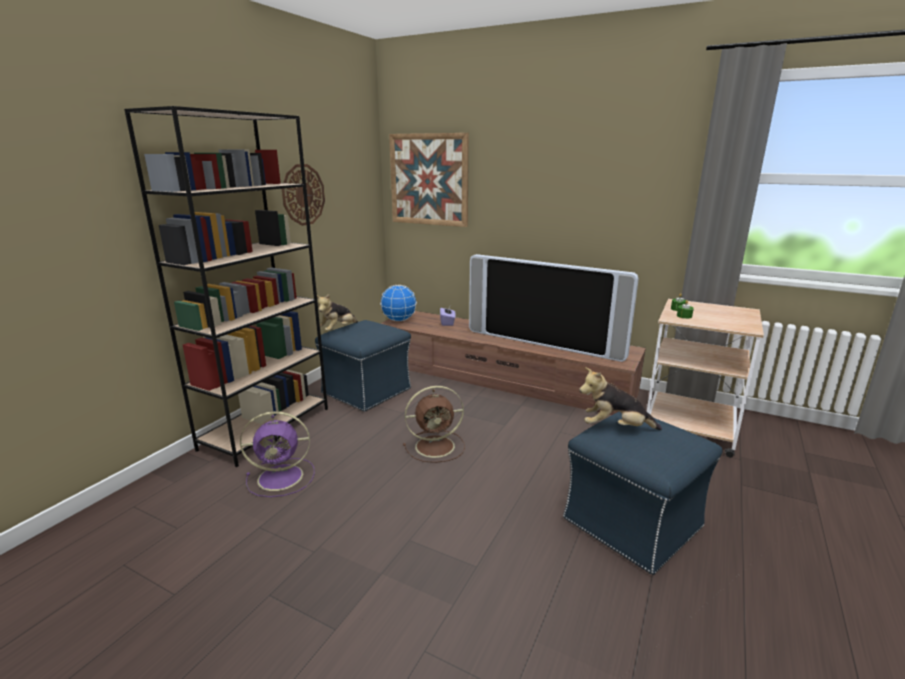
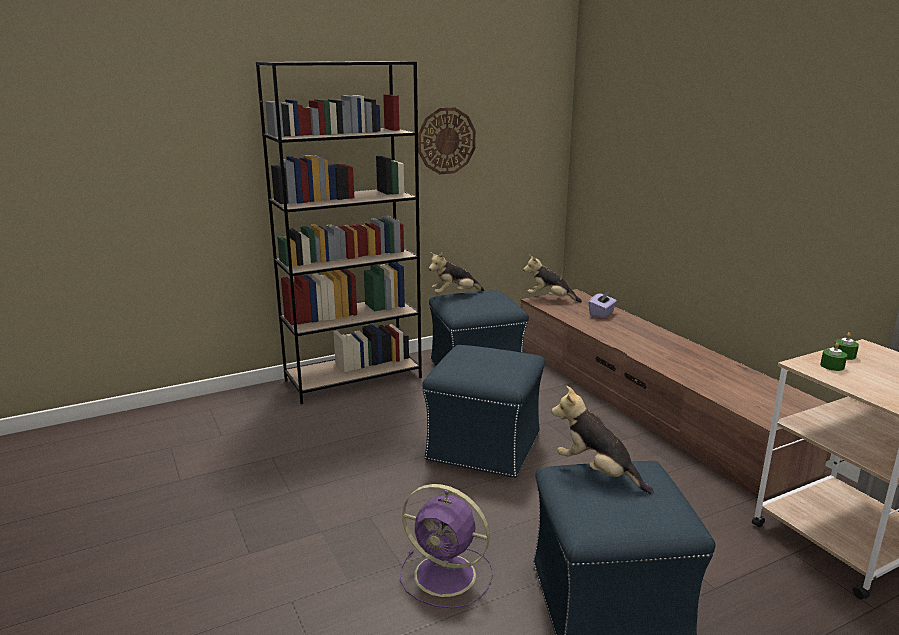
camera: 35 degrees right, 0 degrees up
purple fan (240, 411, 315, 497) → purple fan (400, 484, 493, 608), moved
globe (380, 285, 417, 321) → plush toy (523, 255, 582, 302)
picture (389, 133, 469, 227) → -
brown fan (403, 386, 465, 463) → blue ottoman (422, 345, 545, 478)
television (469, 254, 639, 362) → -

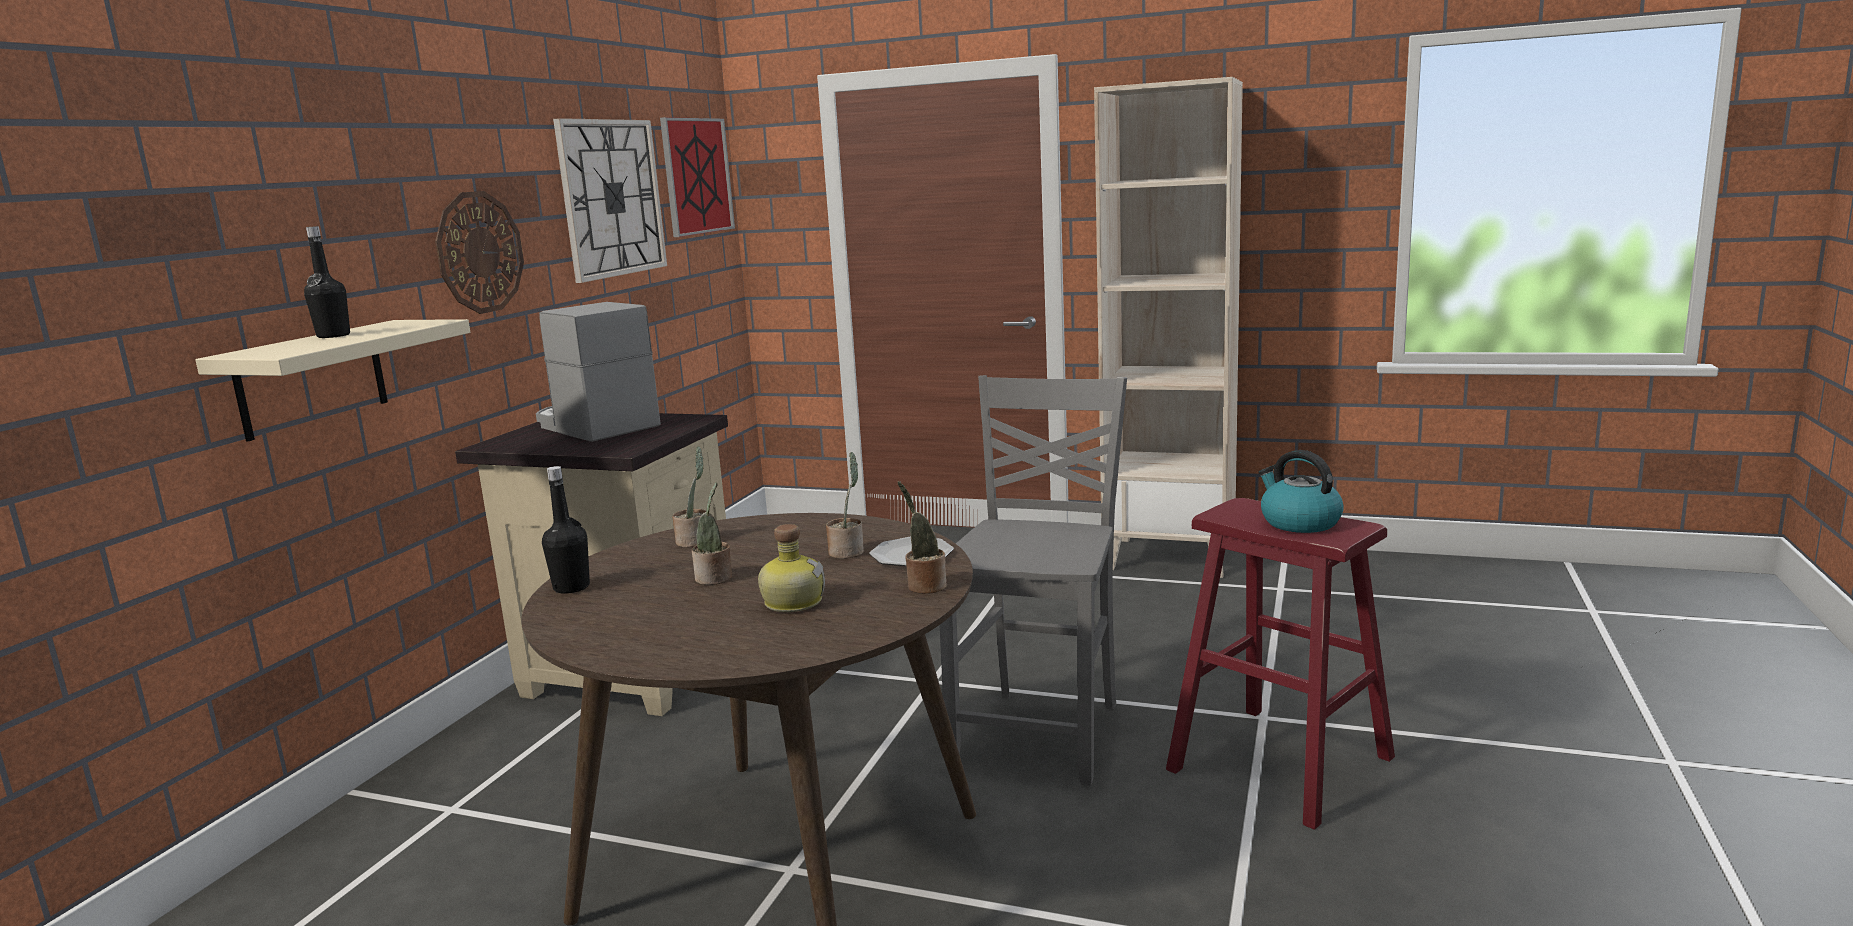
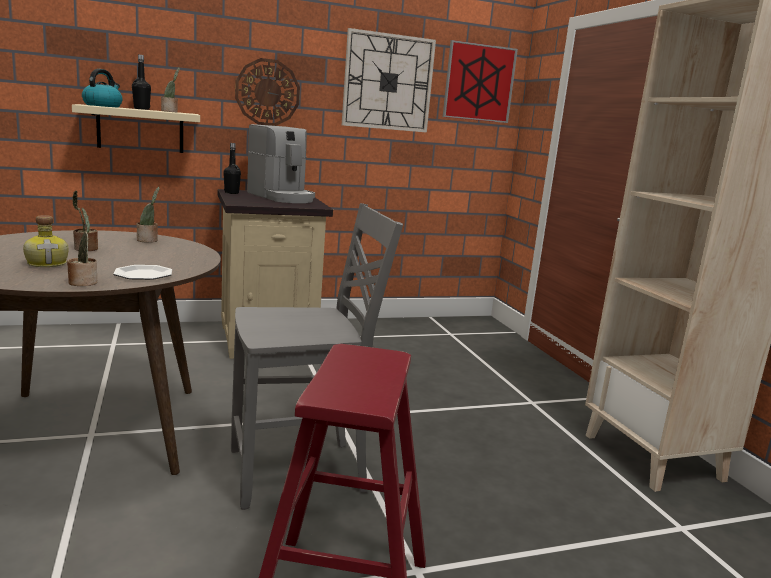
camera: 50 degrees right, 0 degrees up
coffee machine (536, 302, 661, 442) → coffee machine (247, 124, 315, 203), 135 degrees clockwise
black bottle (542, 466, 590, 594) → black bottle (223, 143, 241, 194), moved
potted plant (826, 452, 864, 559) → potted plant (161, 67, 180, 112), moved
kettle (1258, 450, 1344, 533) → kettle (82, 69, 122, 107), moved

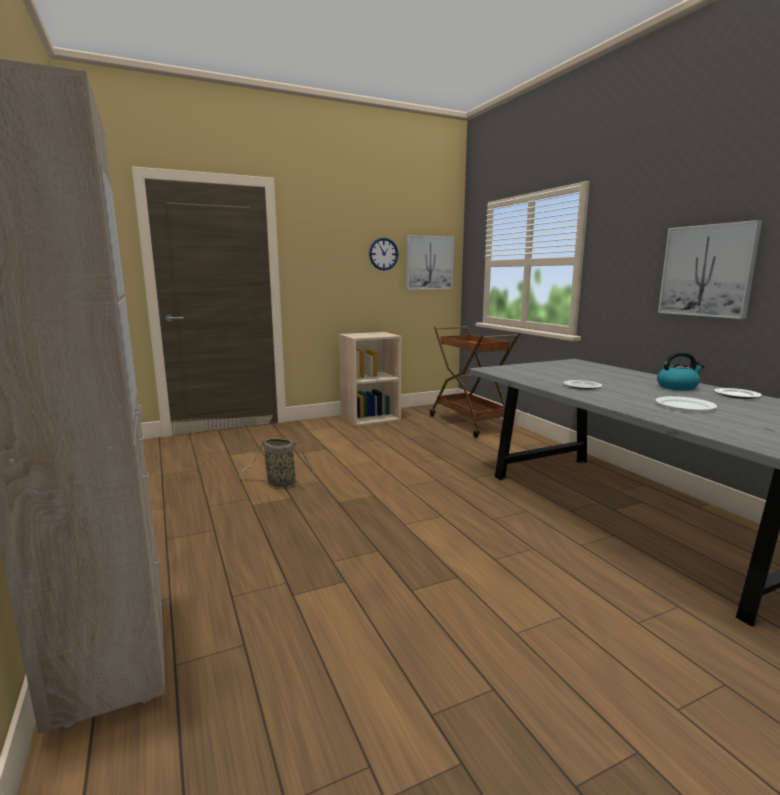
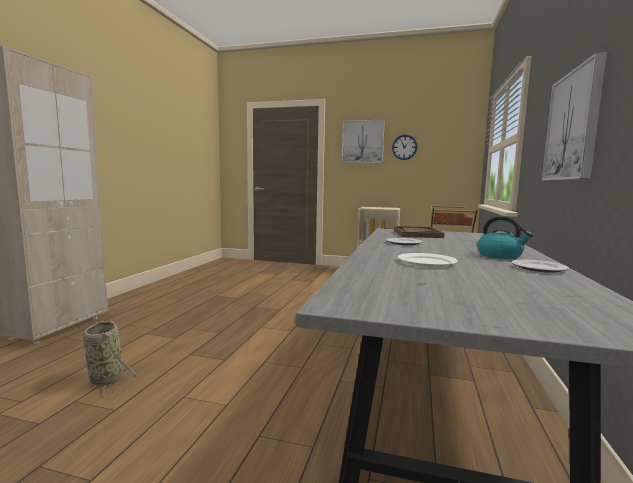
camera: 40 degrees right, 5 degrees down
basket (239, 438, 313, 487) → basket (83, 321, 138, 393), moved
picture (406, 235, 454, 289) → picture (342, 120, 385, 163), moved
- → brown tray (394, 226, 445, 238)

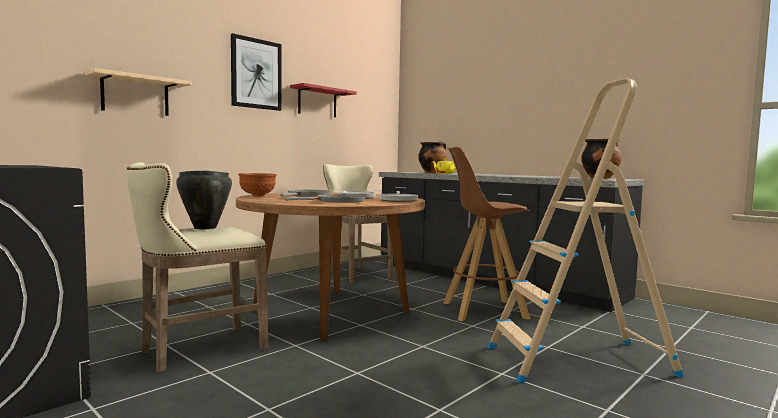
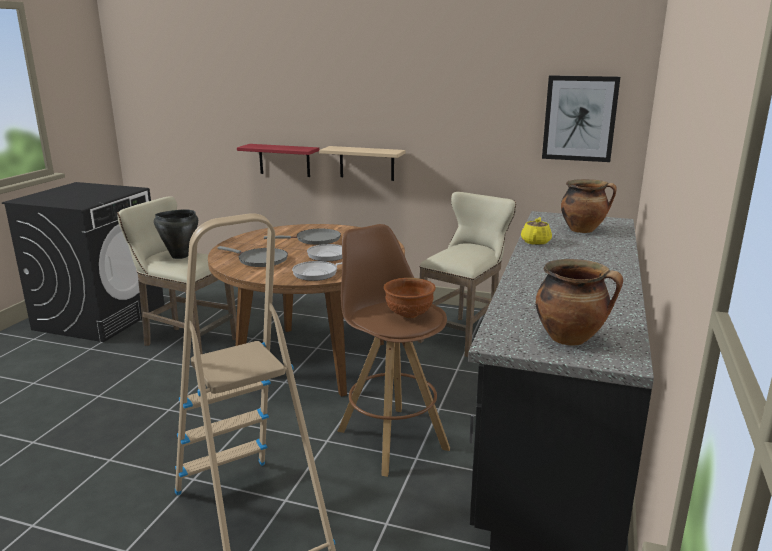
camera: 65 degrees right, 15 degrees up
beige shelf (85, 68, 192, 116) → beige shelf (319, 146, 405, 181), moved
picture (231, 33, 282, 111) → picture (542, 75, 620, 162), moved
brown bowl (238, 173, 277, 197) → brown bowl (384, 278, 436, 318), moved
red shelf (290, 83, 357, 117) → red shelf (237, 144, 319, 177), moved

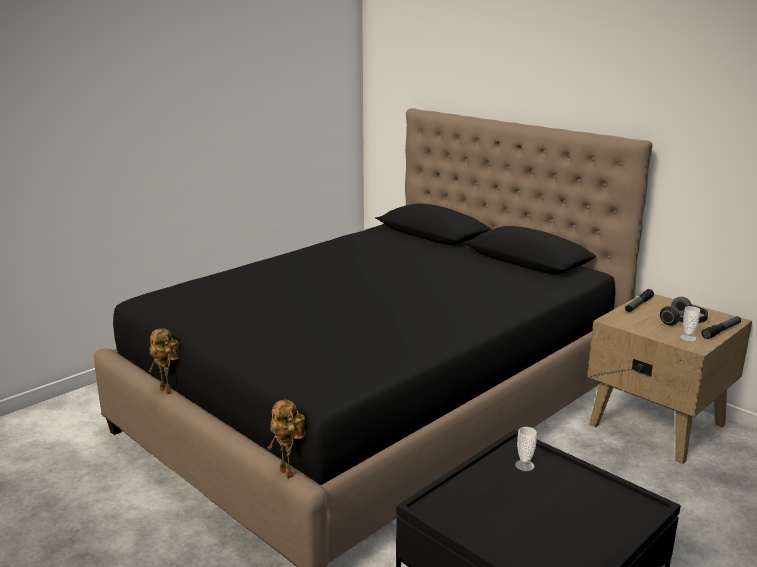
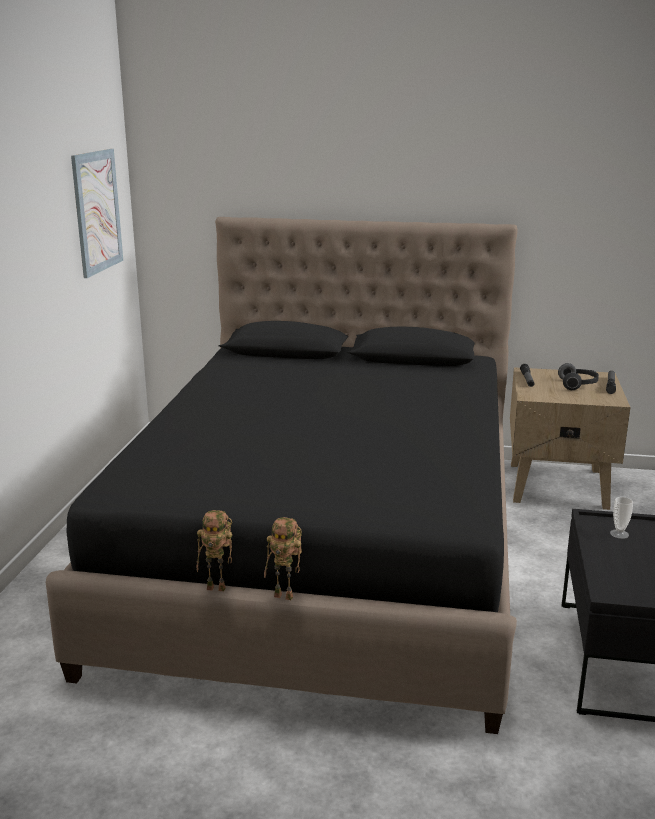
camera: 35 degrees left, 0 degrees up
toy robot (268, 400, 305, 478) → toy robot (264, 517, 302, 600), moved
cup (680, 306, 700, 341) → -
- → picture (71, 149, 123, 278)

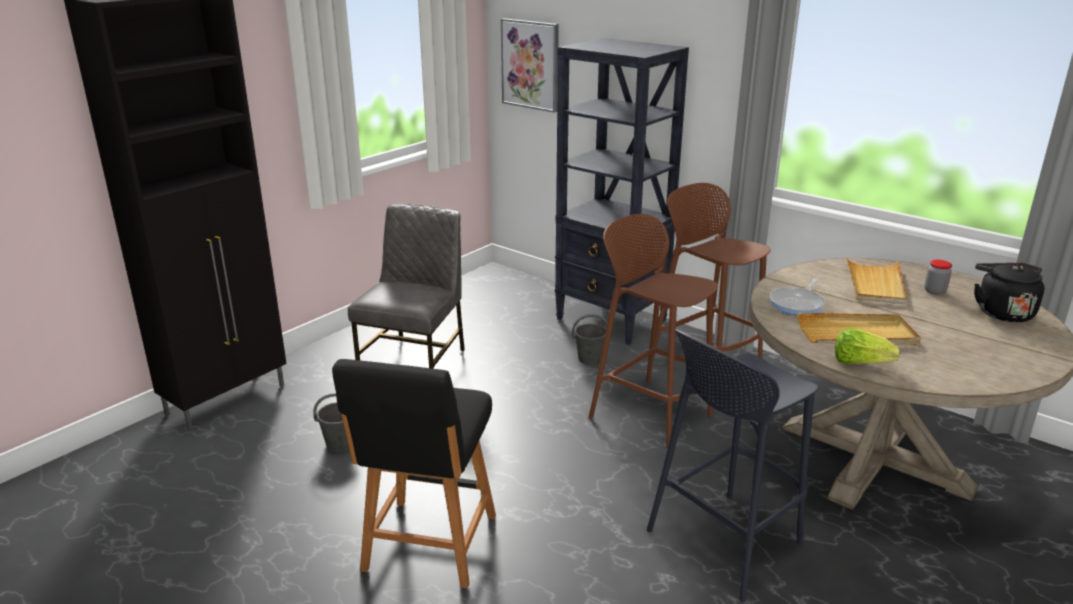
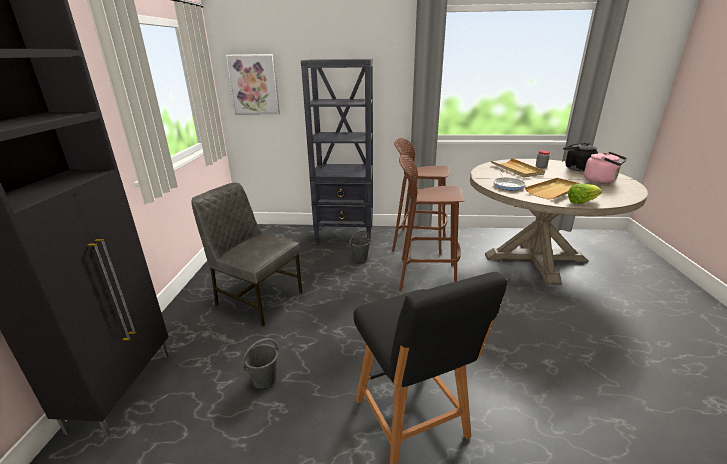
camera: 35 degrees left, 0 degrees up
grey chair (348, 204, 465, 369) → grey chair (192, 183, 302, 326), 45 degrees counterclockwise
grey stool (647, 329, 818, 602) → -
- → pink kettle (584, 152, 627, 183)

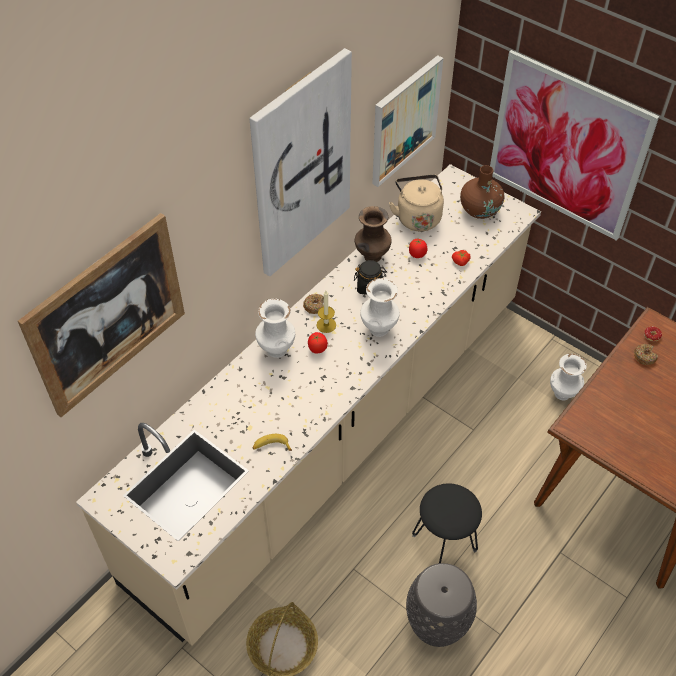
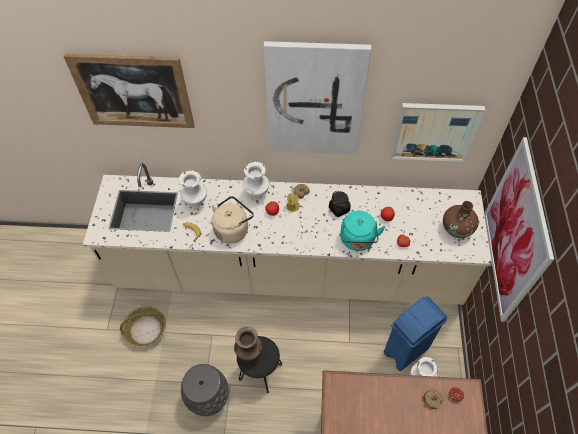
camera: 55 degrees right, 5 degrees up
brown vase (355, 206, 392, 262) → brown vase (234, 327, 262, 361), moved
white vase (360, 278, 400, 337) → white vase (179, 170, 207, 208), moved
beige kettle (389, 174, 444, 231) → beige kettle (212, 196, 254, 244), moved
- → turquoise kettle (340, 211, 386, 251)
- → blue trash can (384, 297, 448, 371)

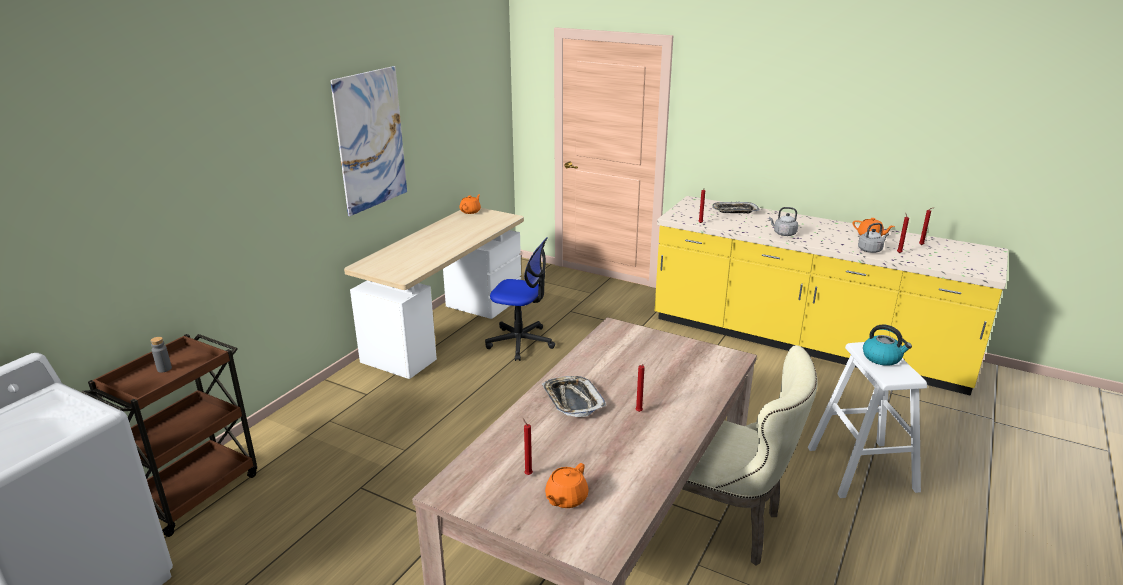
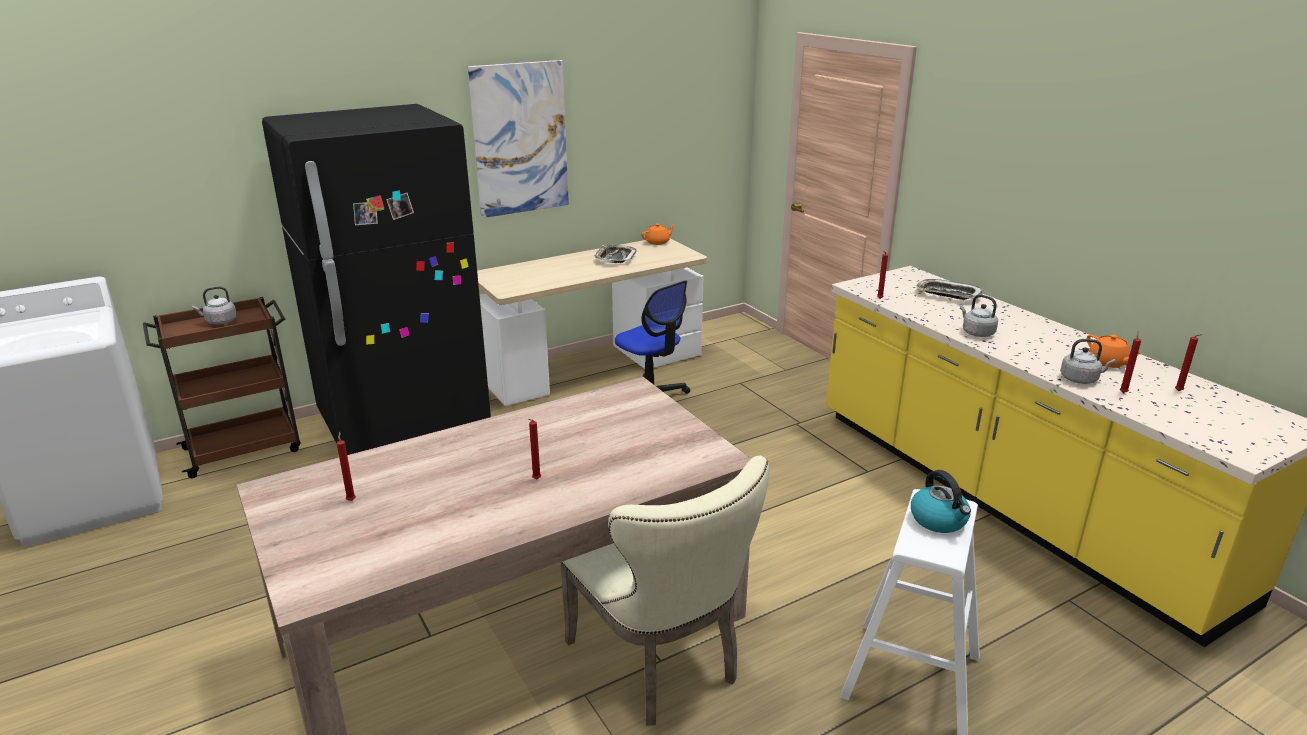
camera: 30 degrees right, 0 degrees up
grey bottle (150, 337, 172, 373) → grey kettle (192, 286, 237, 325)
tray (542, 376, 606, 417) → tray (595, 245, 636, 263), moved
orange teapot (545, 463, 589, 508) → -
- → black fridge (262, 104, 491, 455)

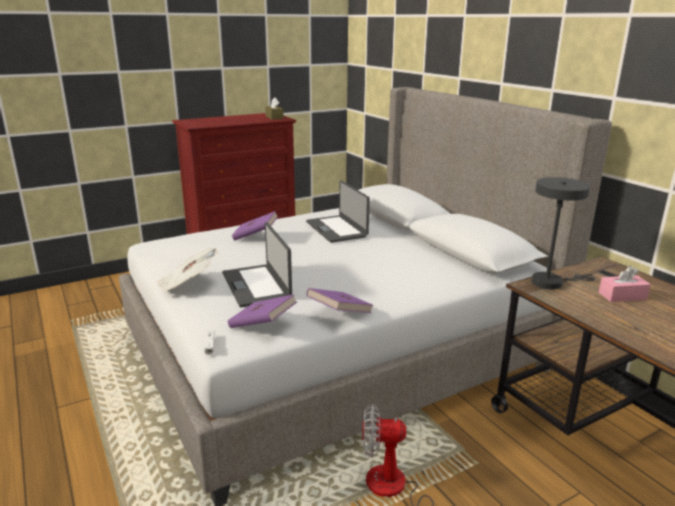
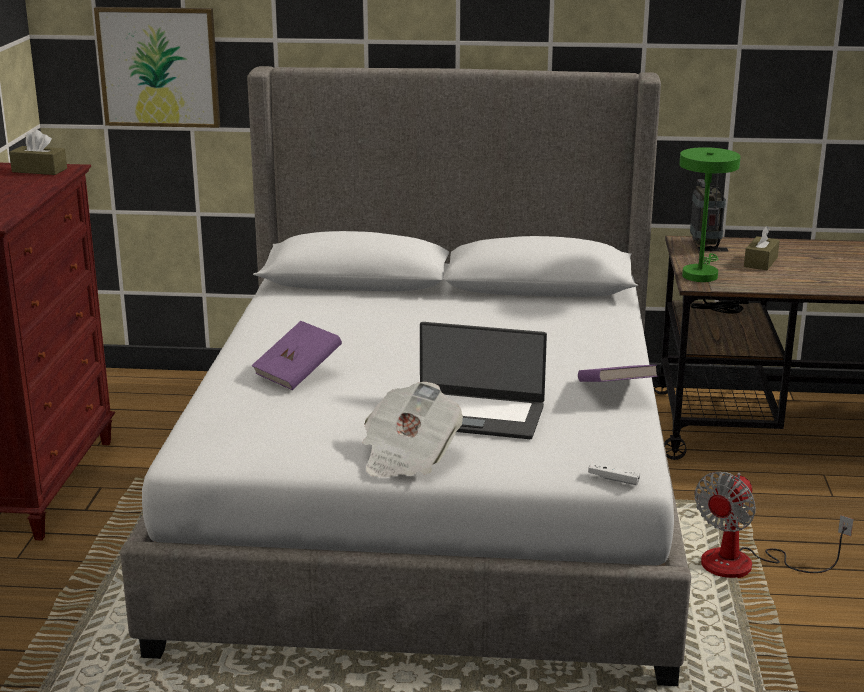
camera: 55 degrees left, 0 degrees up
purple book (228, 294, 297, 328) → -
laptop (306, 180, 370, 243) → -
grey table lamp (532, 177, 595, 289) → green table lamp (679, 147, 741, 282)
pink tissue box (599, 266, 651, 302) → brown tissue box (744, 226, 780, 270)
- → picture (94, 7, 220, 128)
- → radio (690, 173, 726, 248)

